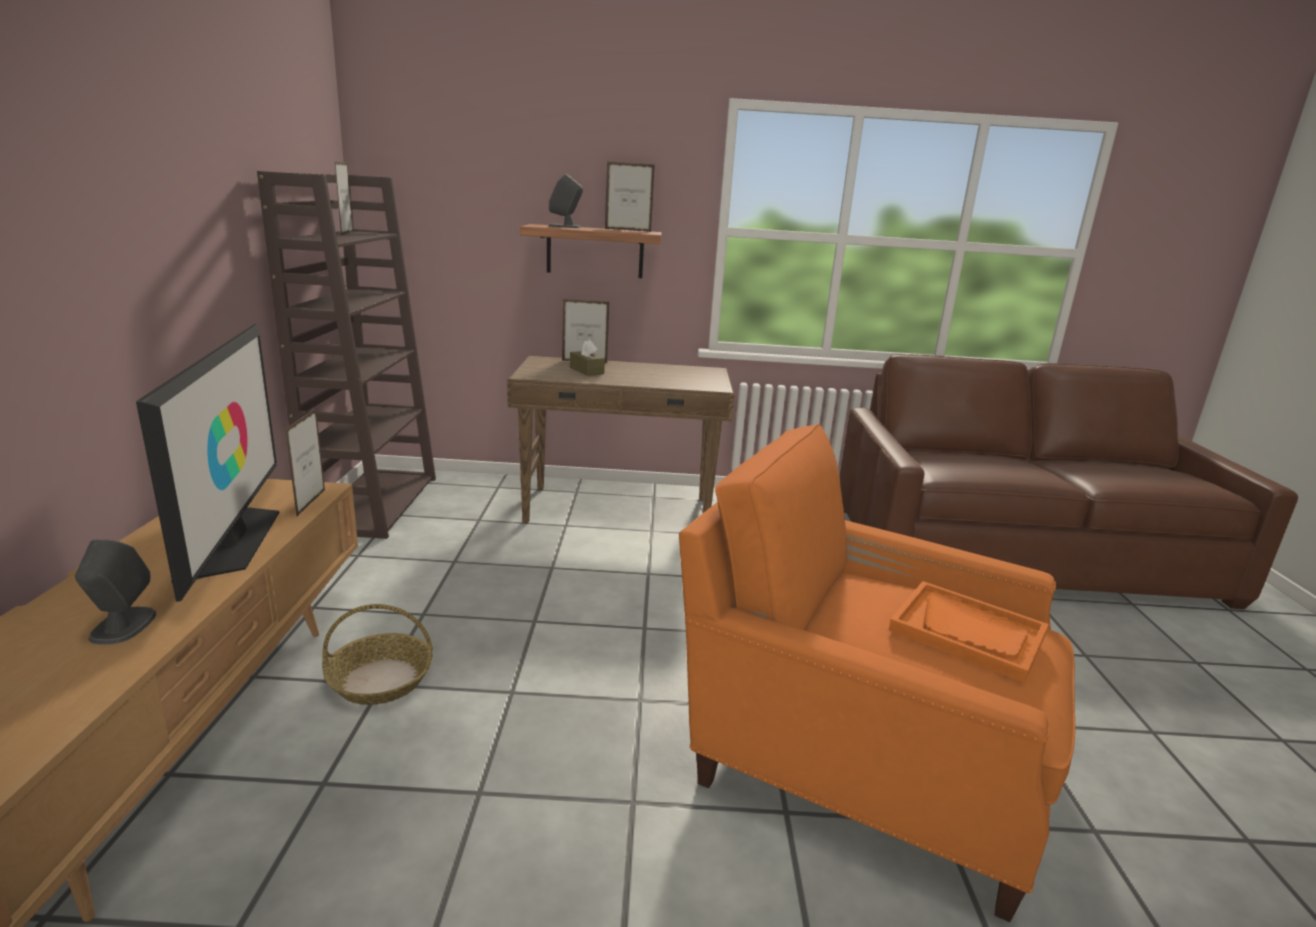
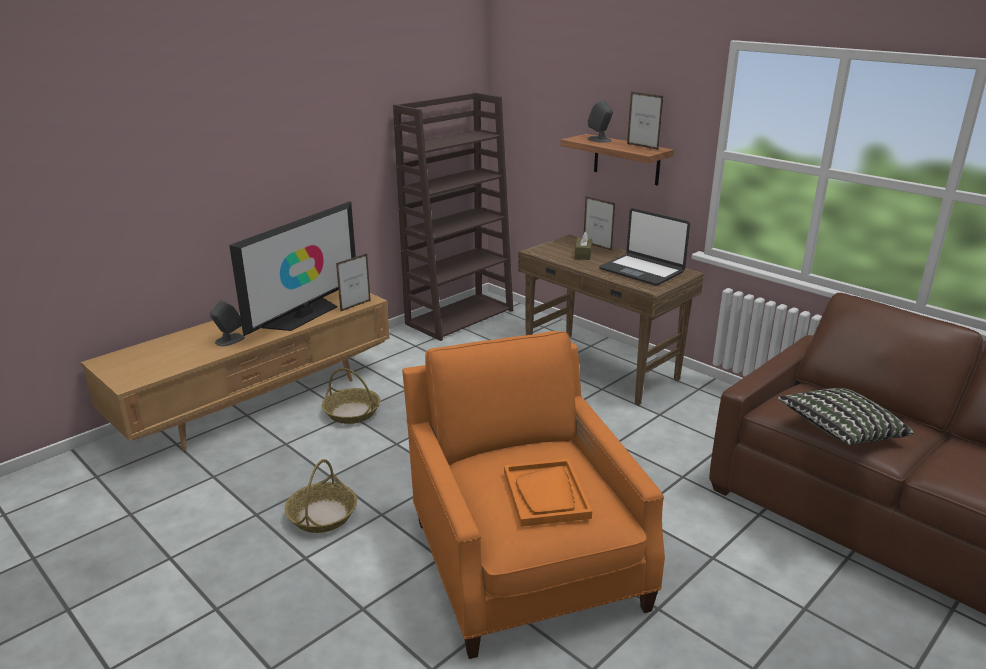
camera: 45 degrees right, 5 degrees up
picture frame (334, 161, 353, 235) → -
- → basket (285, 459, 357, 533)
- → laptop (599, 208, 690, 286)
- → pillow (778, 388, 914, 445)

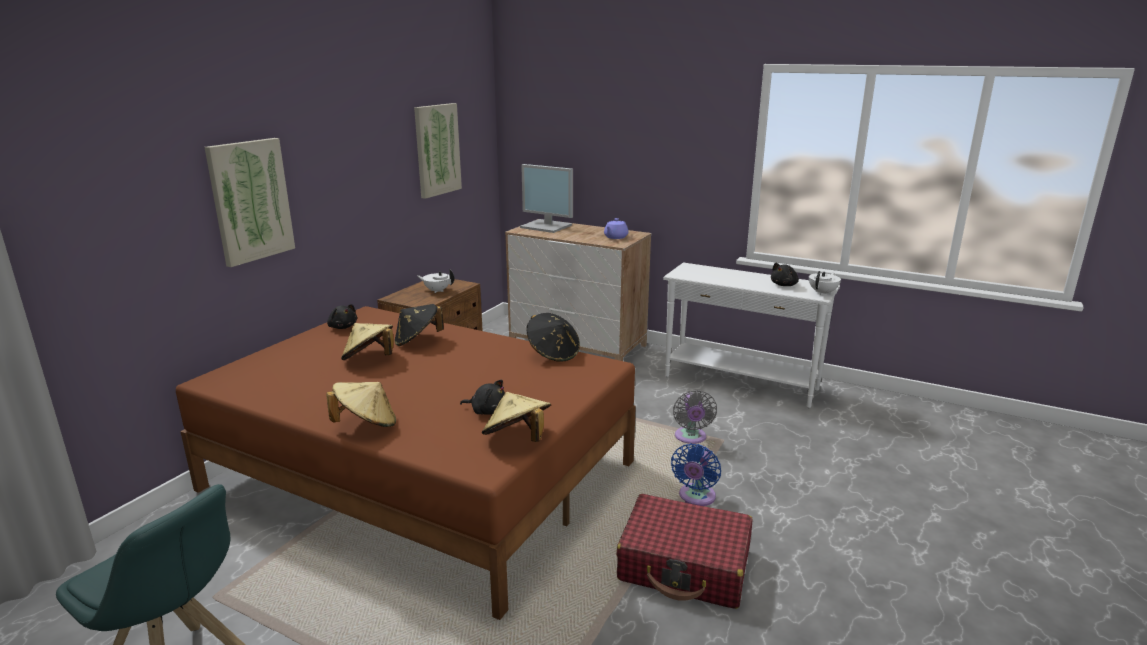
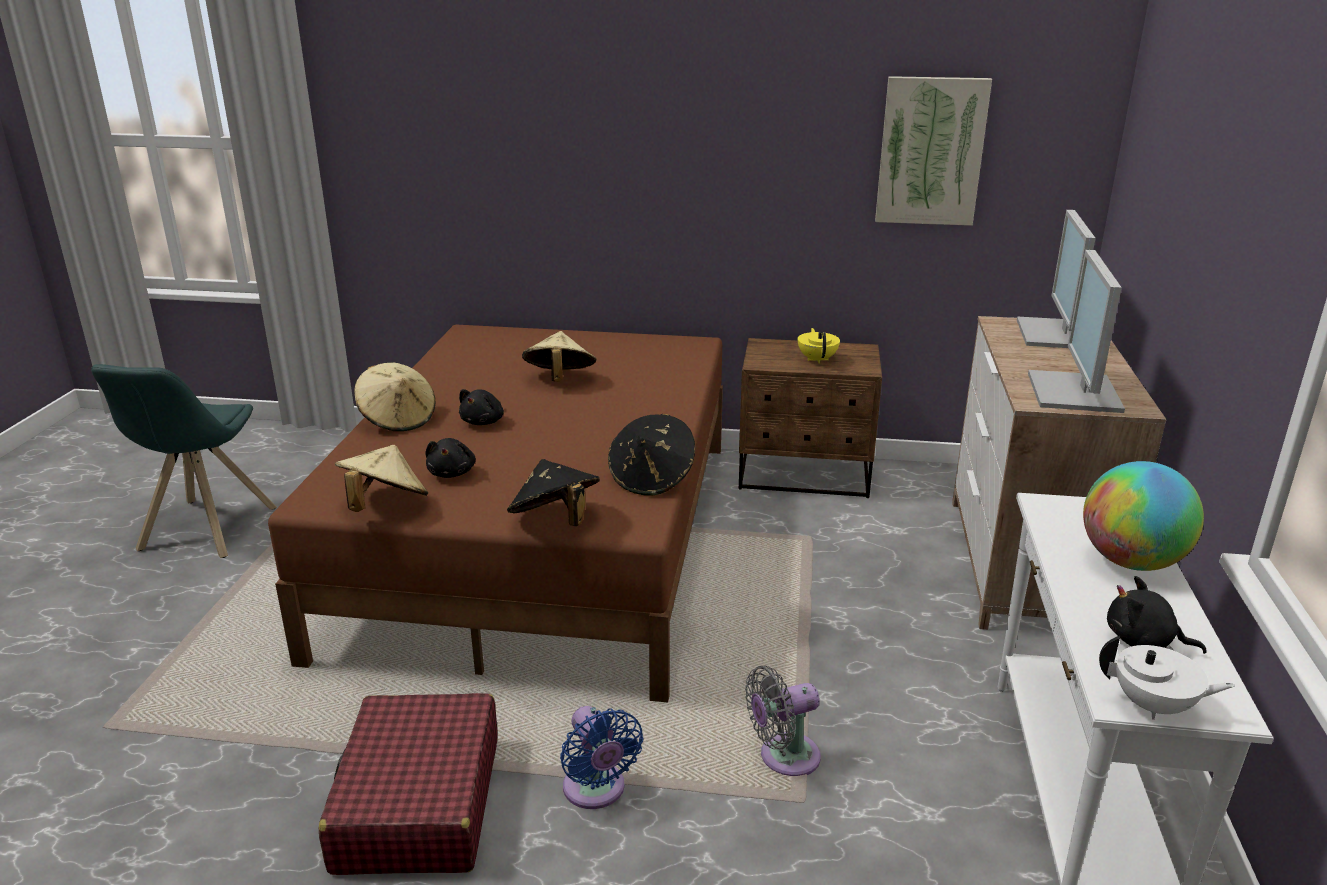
camera: 70 degrees right, 5 degrees up
picture (204, 138, 295, 267) → -
black plush toy (327, 304, 357, 329) → black plush toy (459, 389, 504, 425), moved
black hat (394, 304, 444, 346) → black hat (507, 459, 600, 526), moved
white teapot (417, 269, 455, 293) → yellow teapot (798, 328, 840, 364)
purple teapot (604, 218, 628, 239) → monitor (1028, 250, 1125, 413)
blue fan (671, 443, 721, 506) → blue fan (560, 706, 643, 809), 120 degrees counterclockwise
- → globe (1083, 461, 1204, 571)

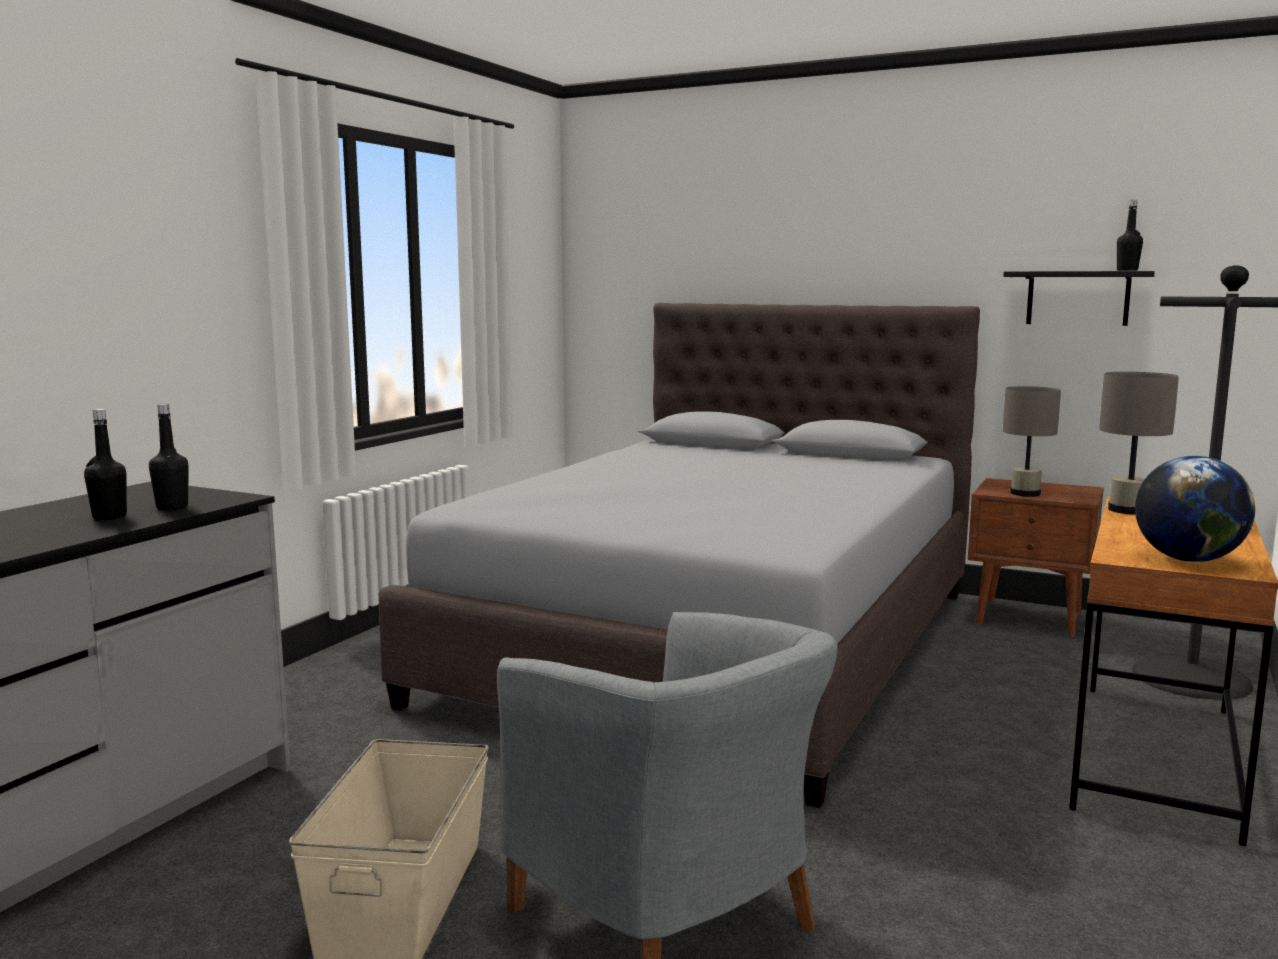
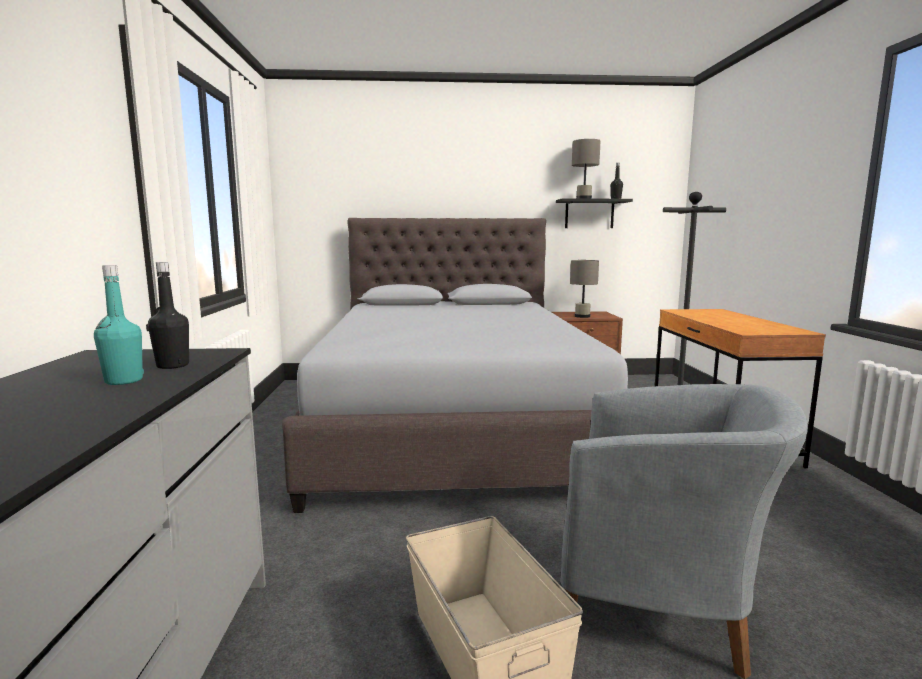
camera: 30 degrees left, 0 degrees up
black bottle (84, 409, 127, 520) → turquoise bottle (94, 265, 144, 385)
grey table lamp (1099, 372, 1179, 515) → grey table lamp (572, 139, 600, 199), moved
globe (1135, 456, 1255, 562) → -

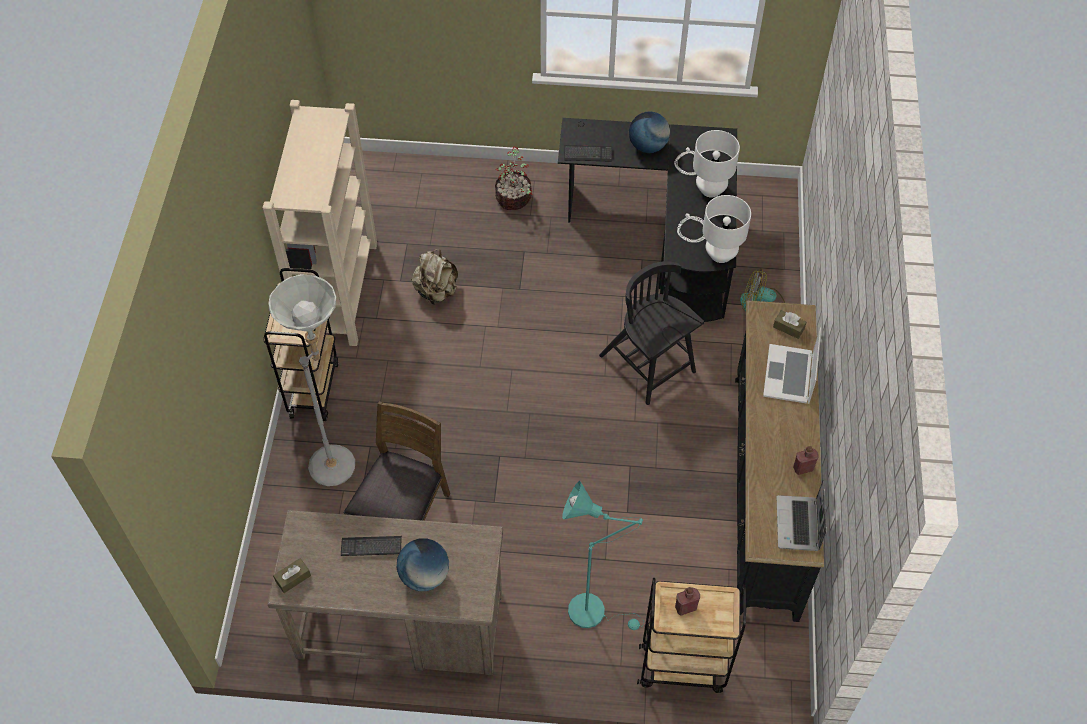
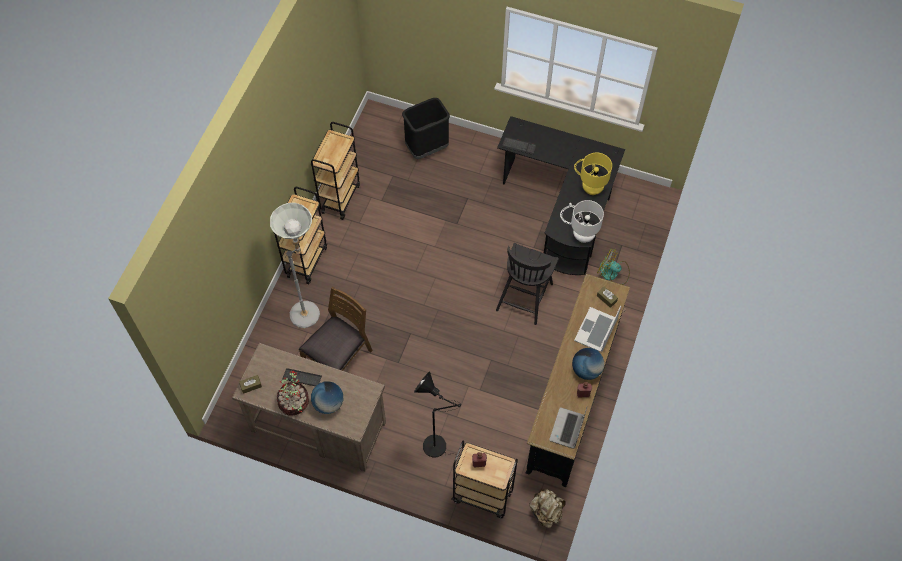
camera: 15 degrees right, 5 degrees up
beige bookcase (263, 100, 377, 346) → brown cart (311, 122, 360, 220)
beige backpack (411, 249, 458, 305) → beige backpack (529, 489, 566, 528), moved
potted plant (495, 146, 533, 210) → potted plant (277, 371, 309, 415), moved
turquoise floor lamp (562, 481, 644, 630) → black floor lamp (414, 371, 461, 457)
black chair (599, 261, 704, 405) → black chair (496, 243, 559, 325), 135 degrees counterclockwise
globe (629, 111, 670, 153) → globe (572, 348, 604, 380), moved
white table lamp (674, 130, 740, 197) → yellow table lamp (574, 153, 612, 195)
- → black trash can (402, 98, 450, 159)

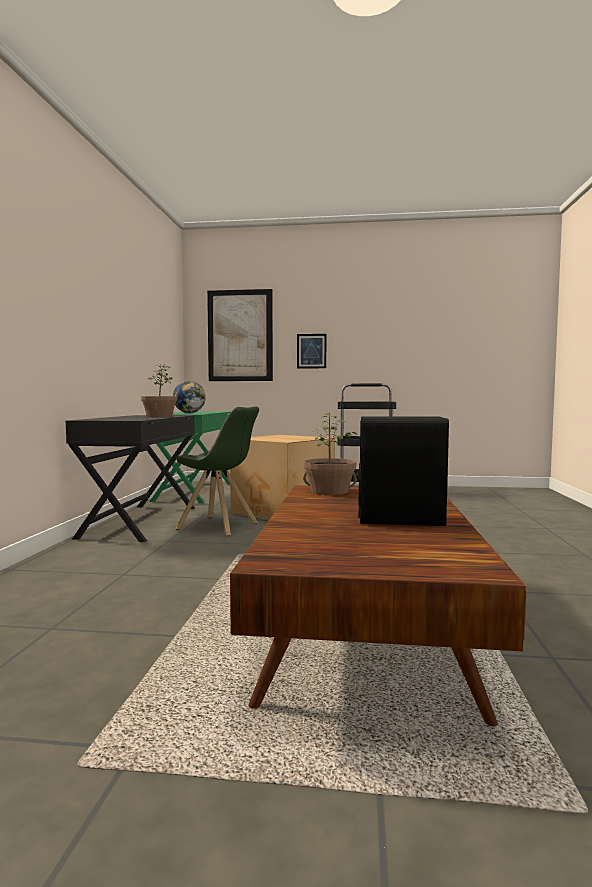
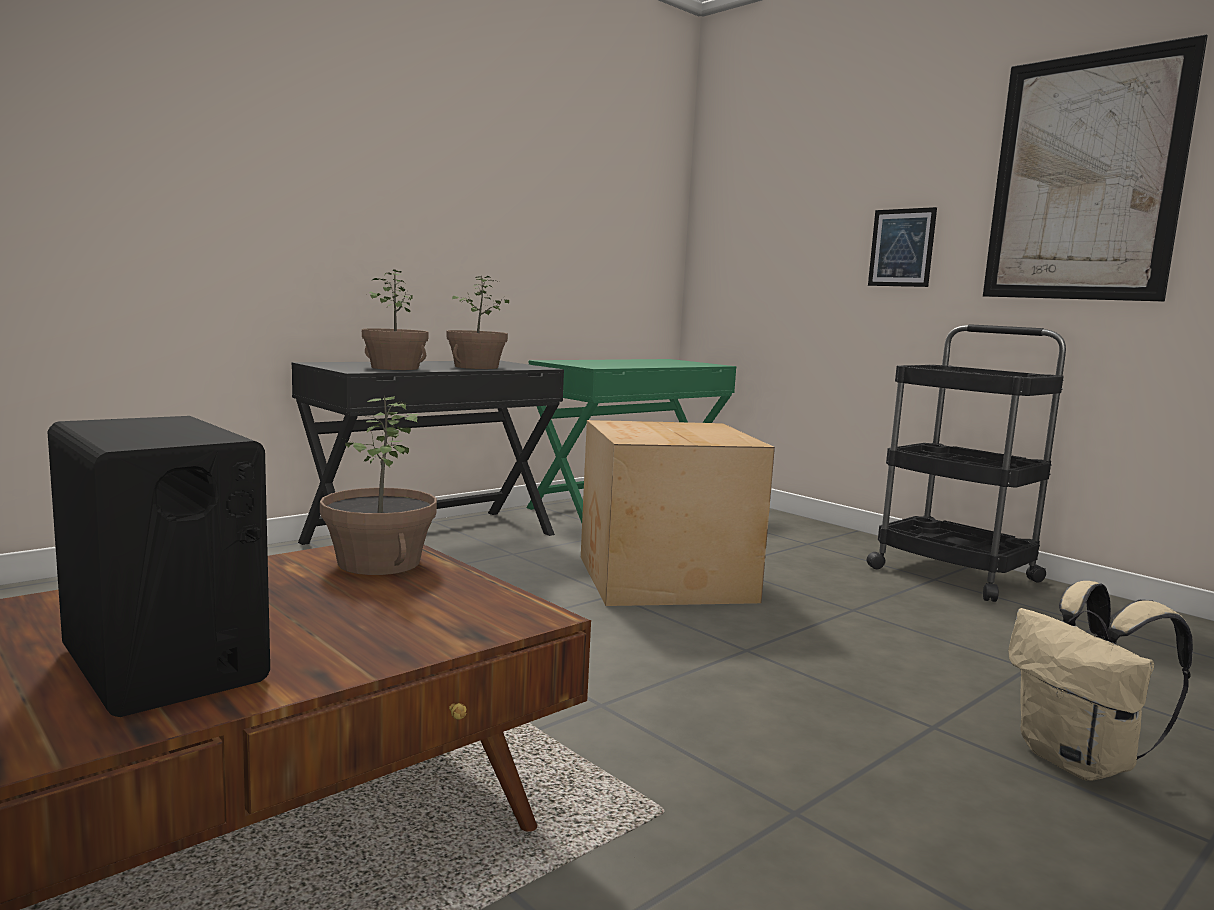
camera: 40 degrees right, 5 degrees up
globe (173, 381, 206, 413) → -
green chair (176, 406, 259, 536) → -
picture (207, 289, 273, 381) → picture (983, 34, 1208, 302), moved
- → potted plant (362, 269, 429, 370)
- → beige backpack (1008, 581, 1193, 781)

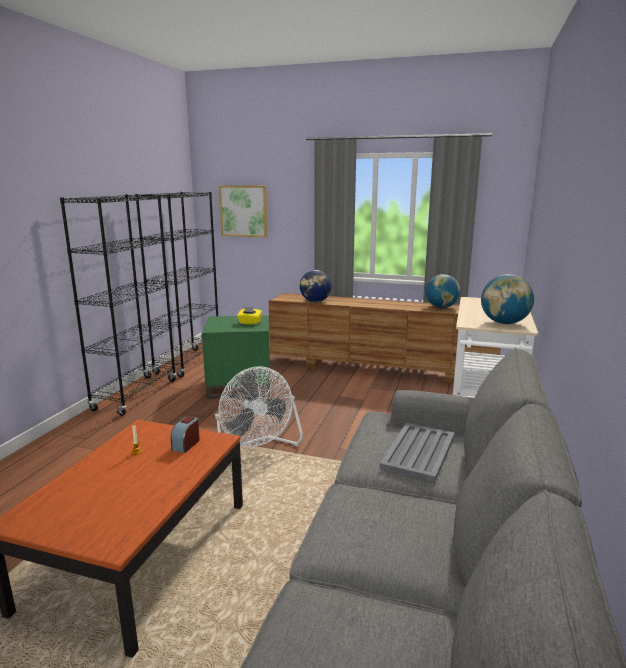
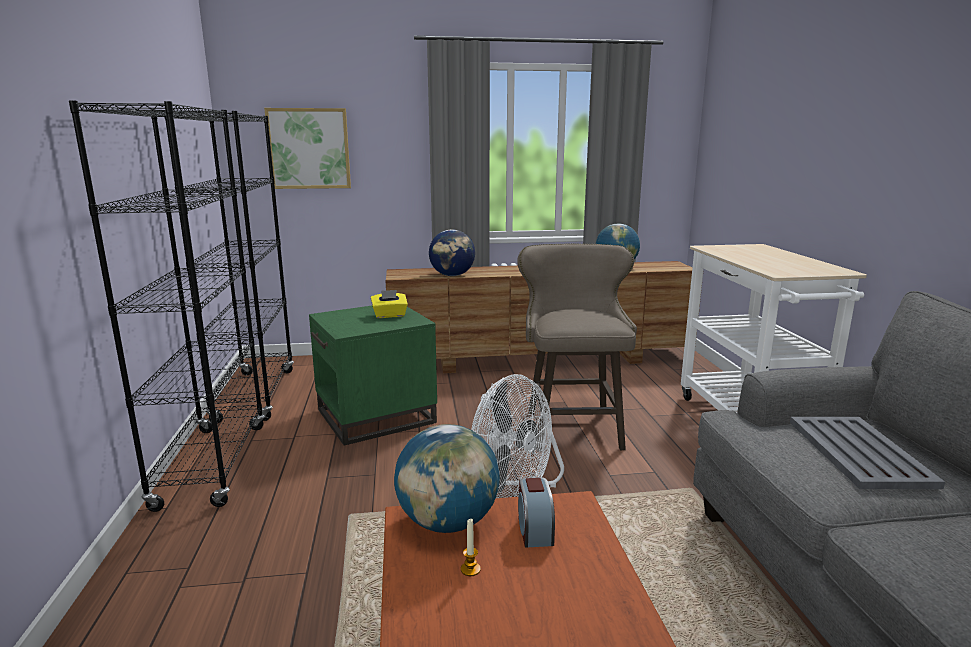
camera: 25 degrees left, 0 degrees up
globe (481, 274, 534, 324) → globe (394, 424, 500, 533), moved
- → beige stool (517, 243, 637, 452)

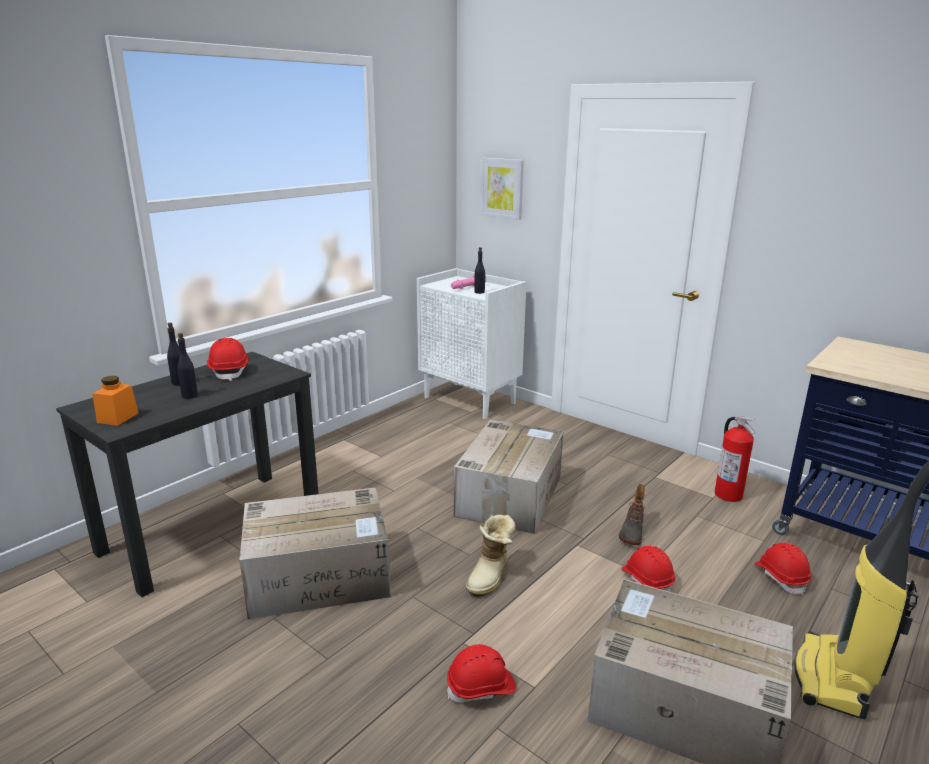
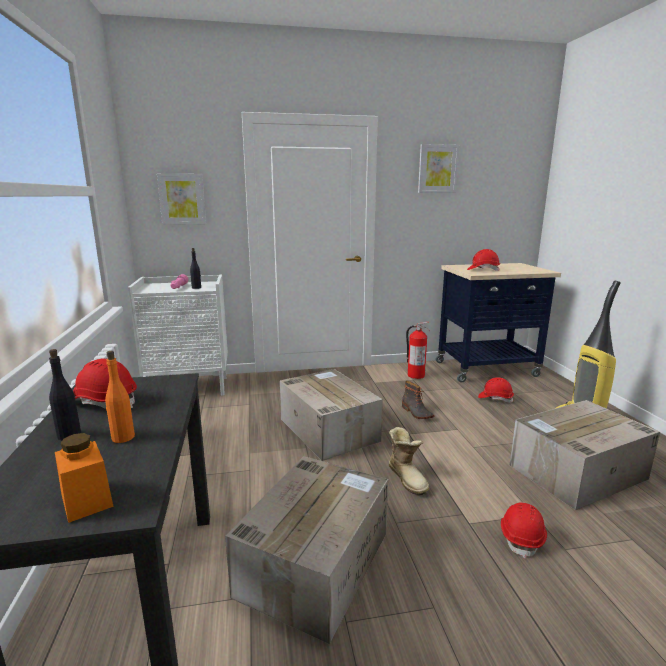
camera: 50 degrees left, 5 degrees down
black bottle (177, 333, 198, 399) → orange bottle (105, 351, 135, 443)
red hard hat (621, 545, 675, 592) → red hard hat (467, 249, 500, 271), moved
- → picture (418, 144, 459, 193)

